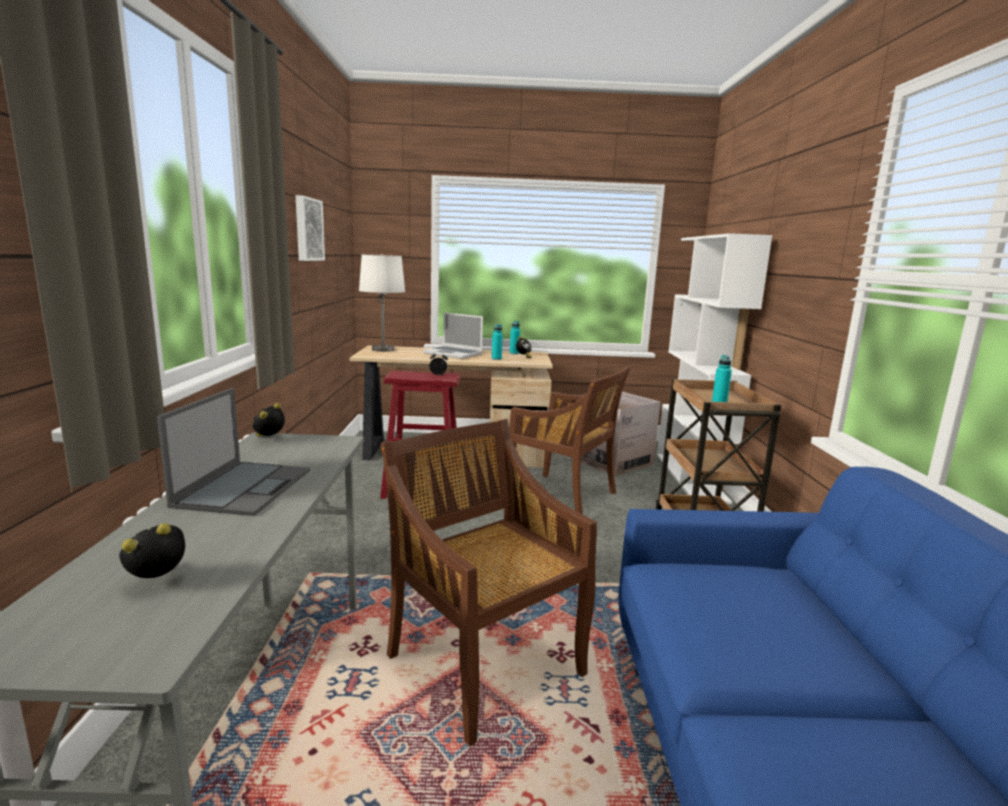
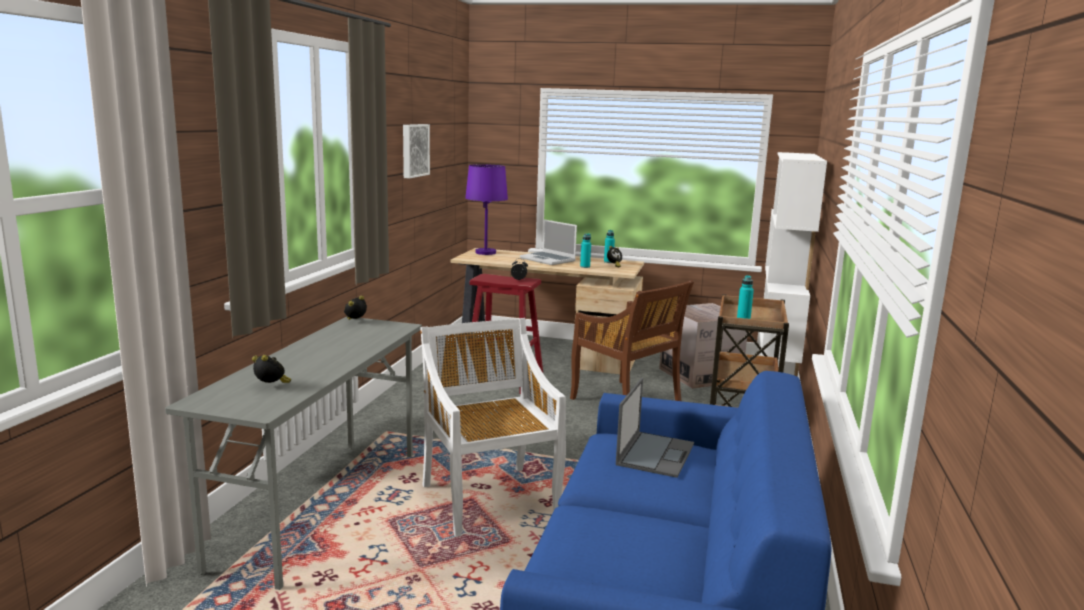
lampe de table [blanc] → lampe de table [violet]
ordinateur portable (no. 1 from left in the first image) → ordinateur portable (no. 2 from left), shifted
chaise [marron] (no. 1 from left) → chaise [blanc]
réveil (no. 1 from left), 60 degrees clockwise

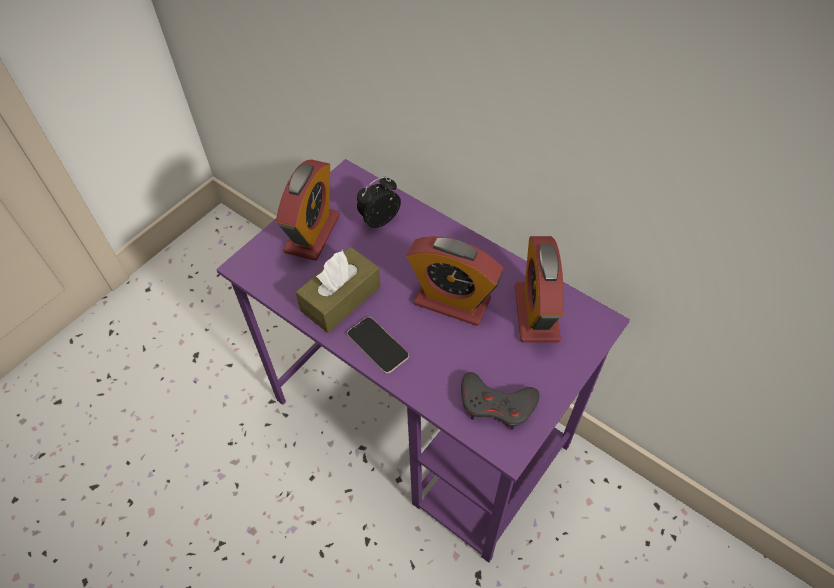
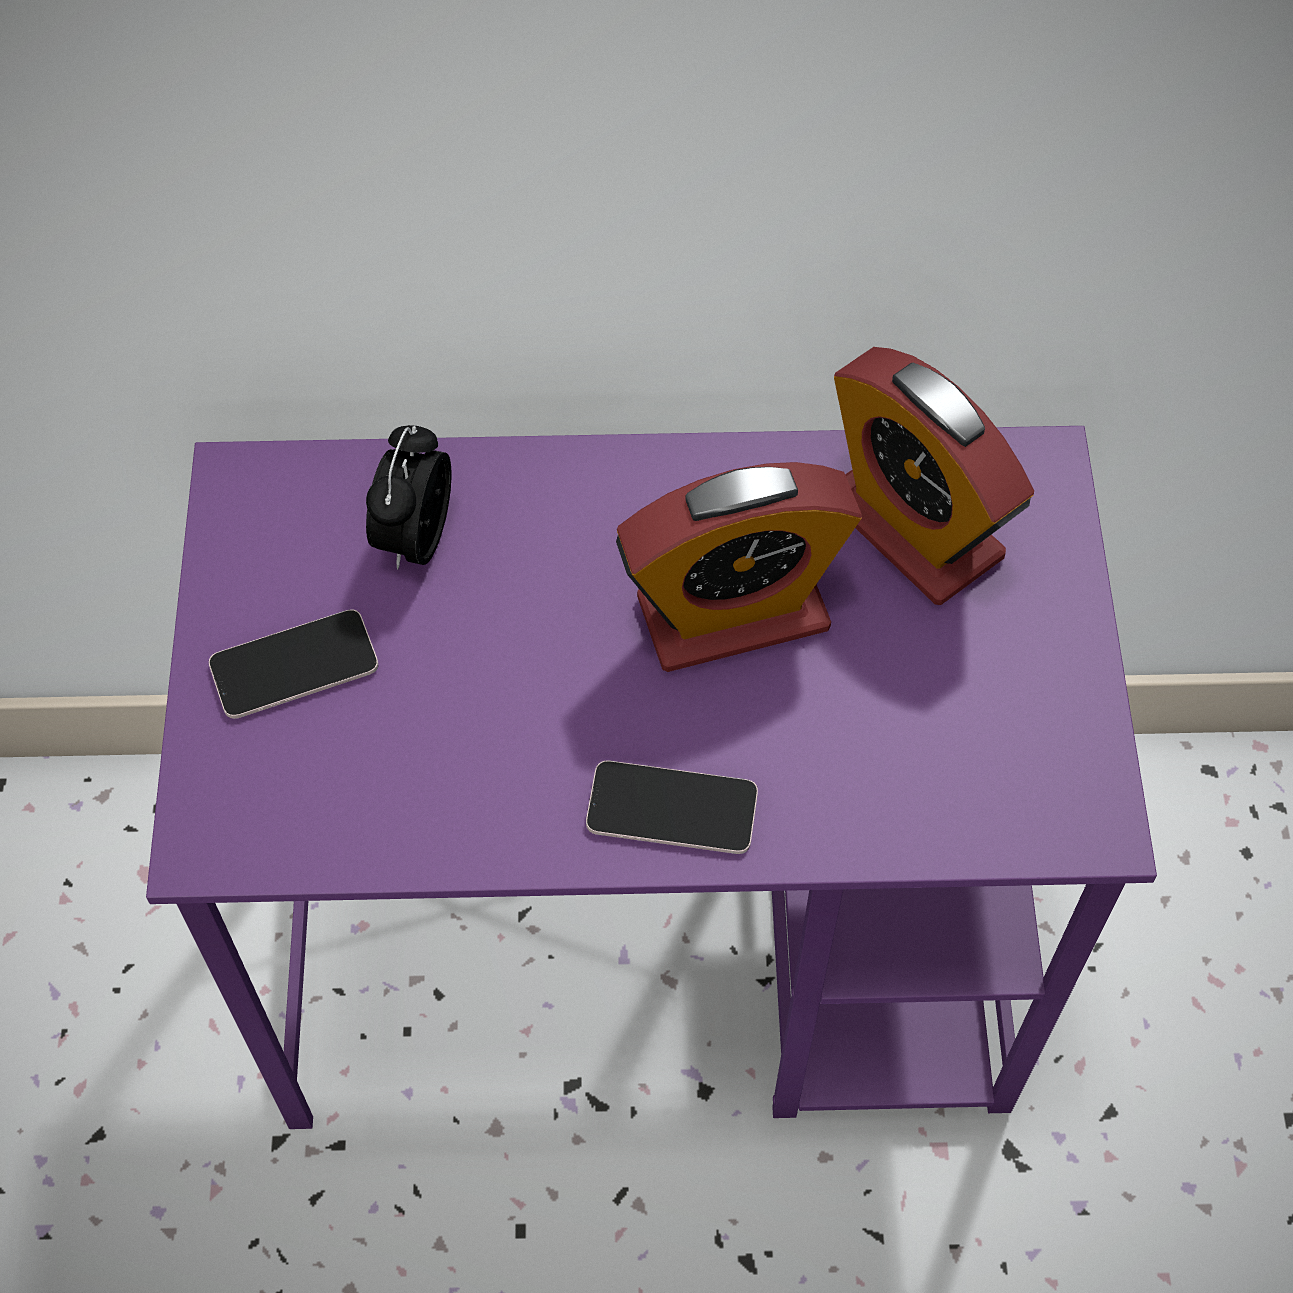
réveil (no. 1 from left) → téléphone (no. 1 from left)
boîte à mouchoirs [marron] → -
manette [gris] → -

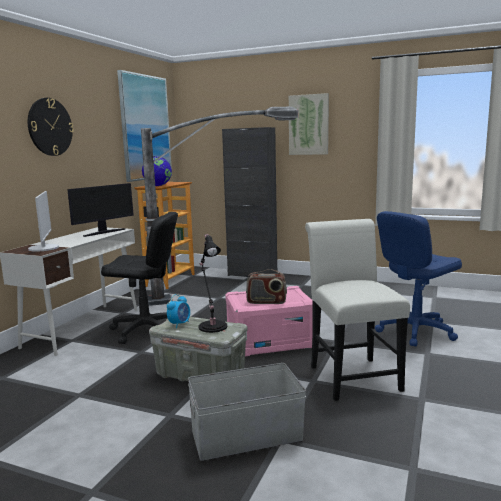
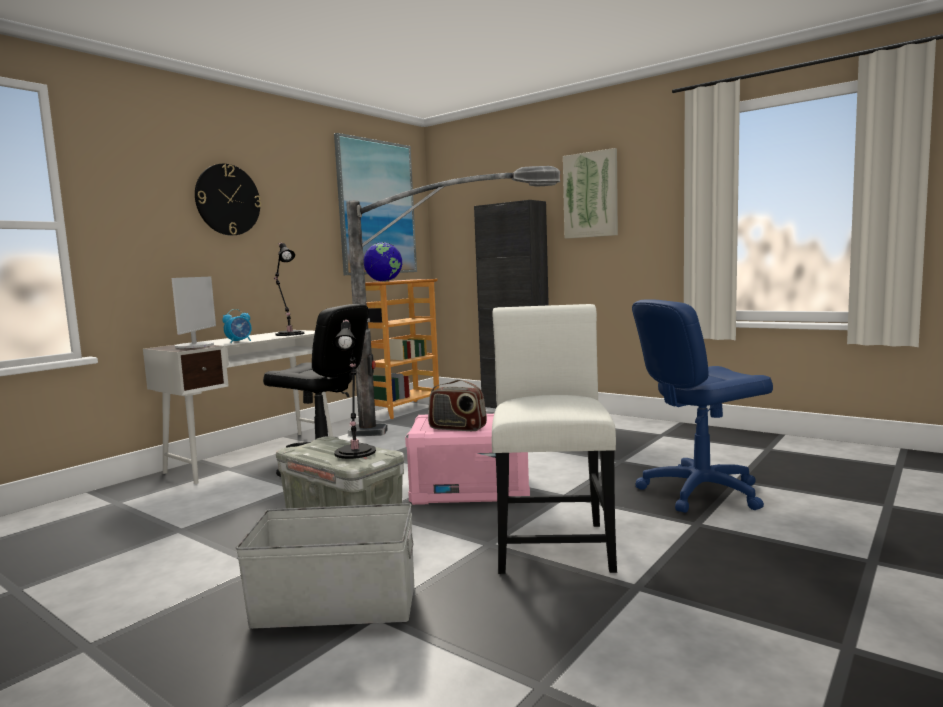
écran d'ordinateur (no. 2 from left) → lampe de table [noir] (no. 1 from left)
réveil, shifted

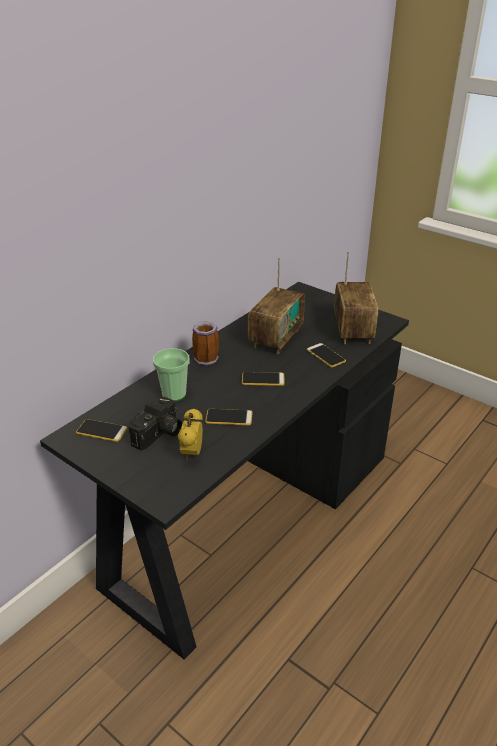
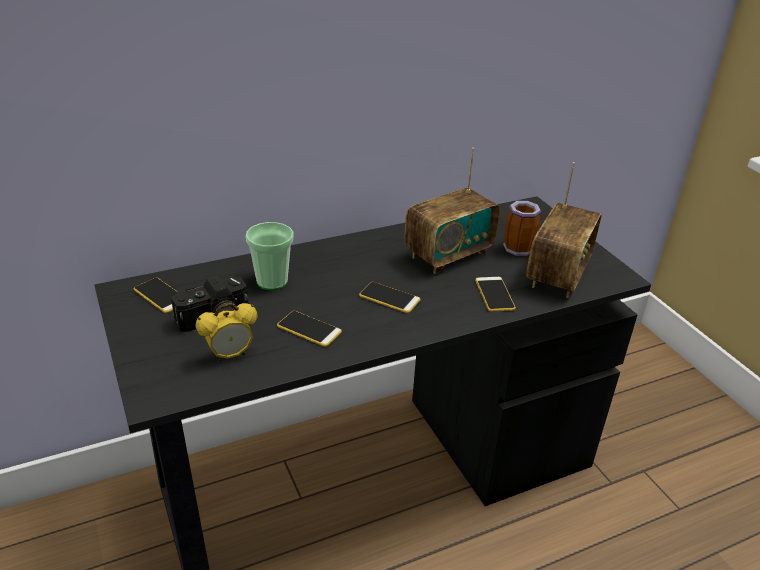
mug, shifted
réveil, 150 degrees counterclockwise

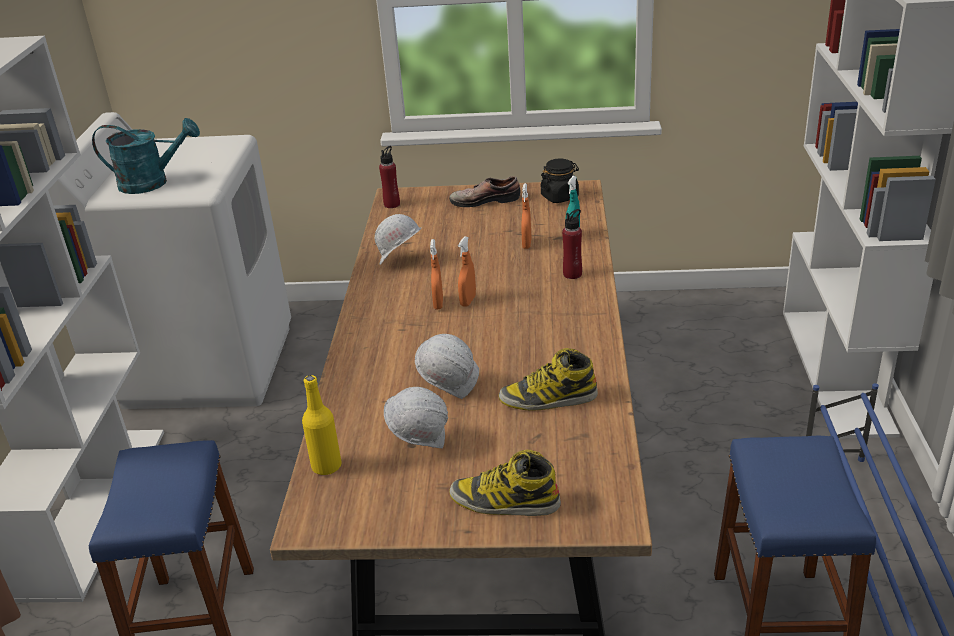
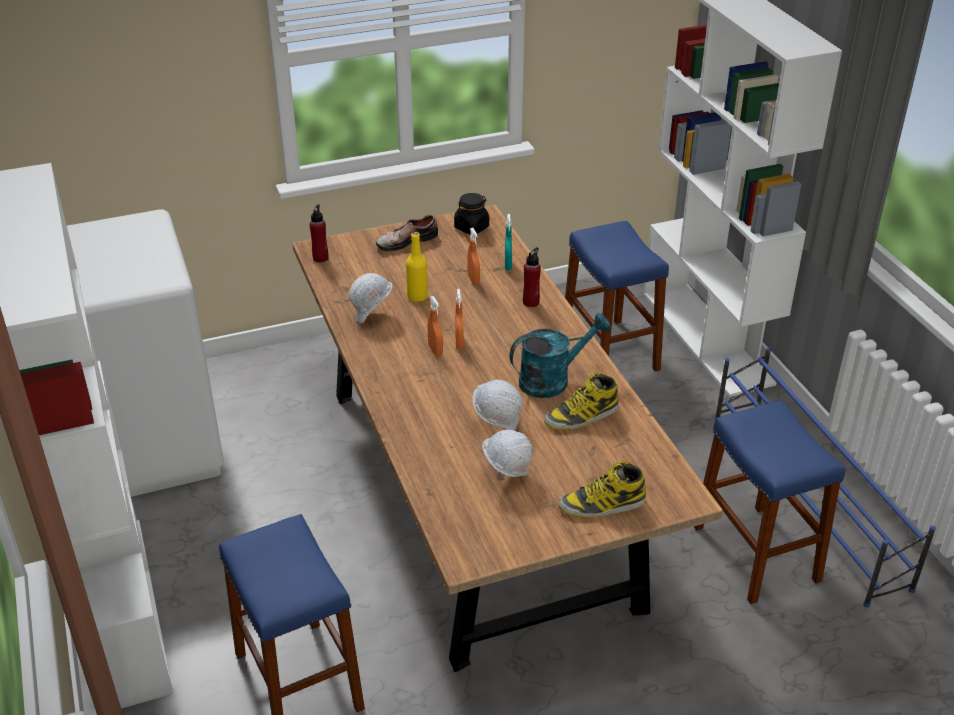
arrosoir [turquoise], shifted
bouteille [jaune], shifted
- → tabouret [bleu] (no. 2 from left)

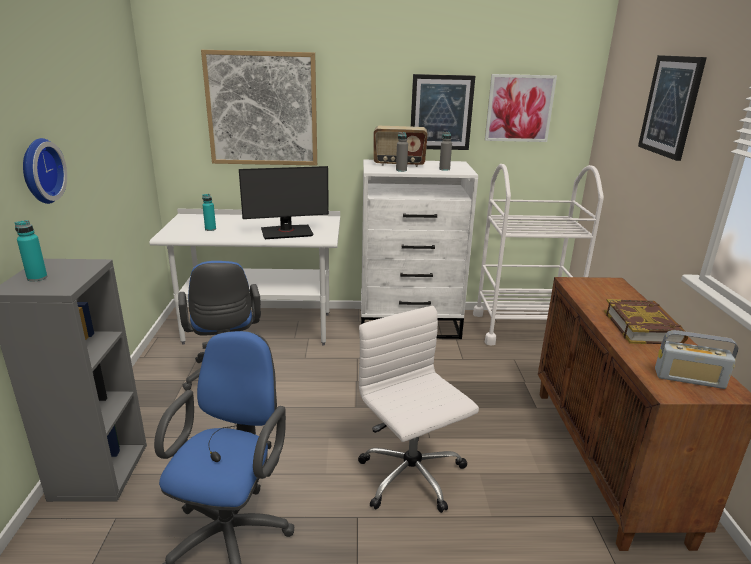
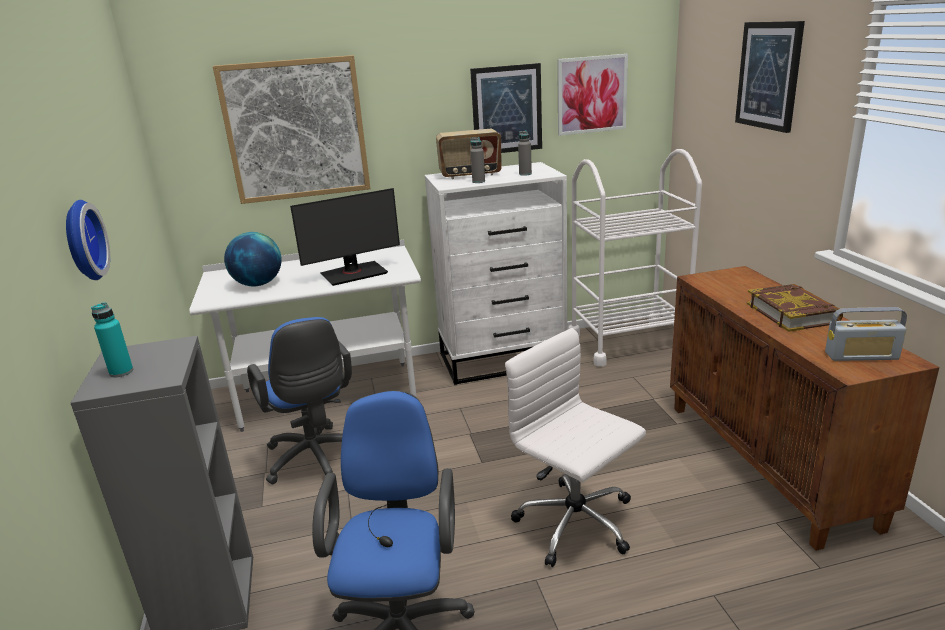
bouteille [turquoise] (no. 2 from left) → globe

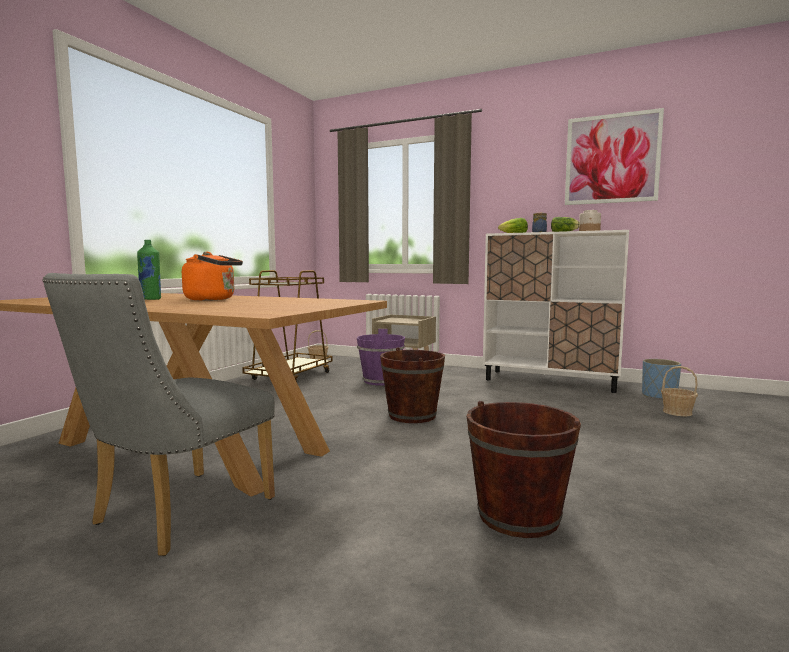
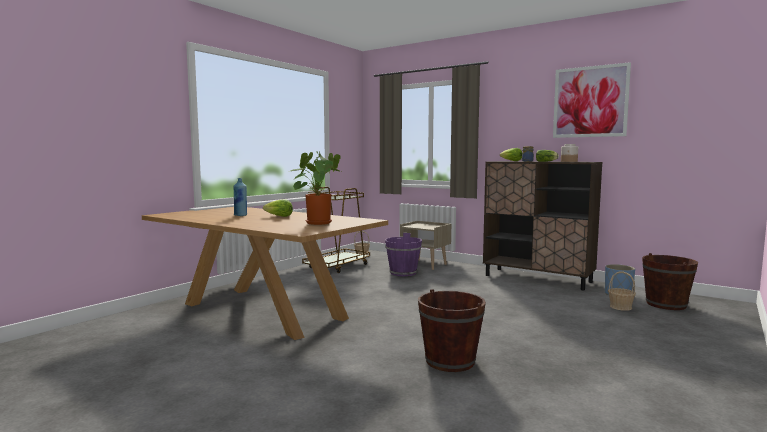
meuble de rangement [blanc] → meuble de rangement [marron]
bouteille [vert] → bouteille [bleu]
bouilloire [orange] → laitue (no. 1 from left)
chaise [gris] → -
seau [marron] (no. 1 from left in the first image) → seau [marron] (no. 2 from left), shifted
- → plante en pot

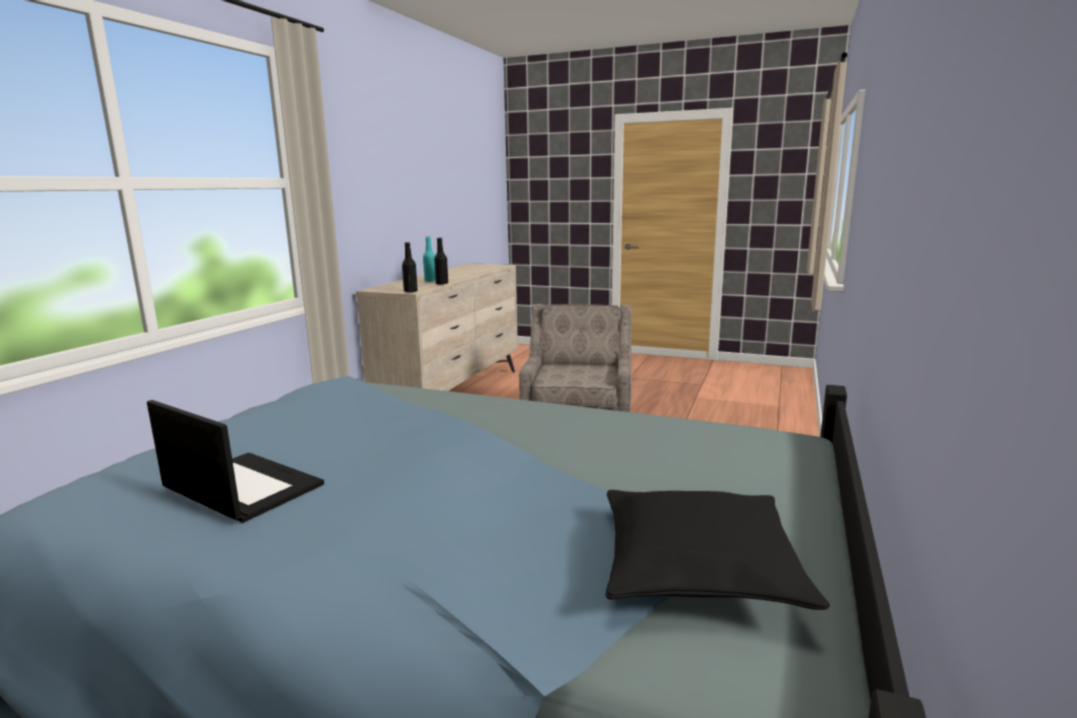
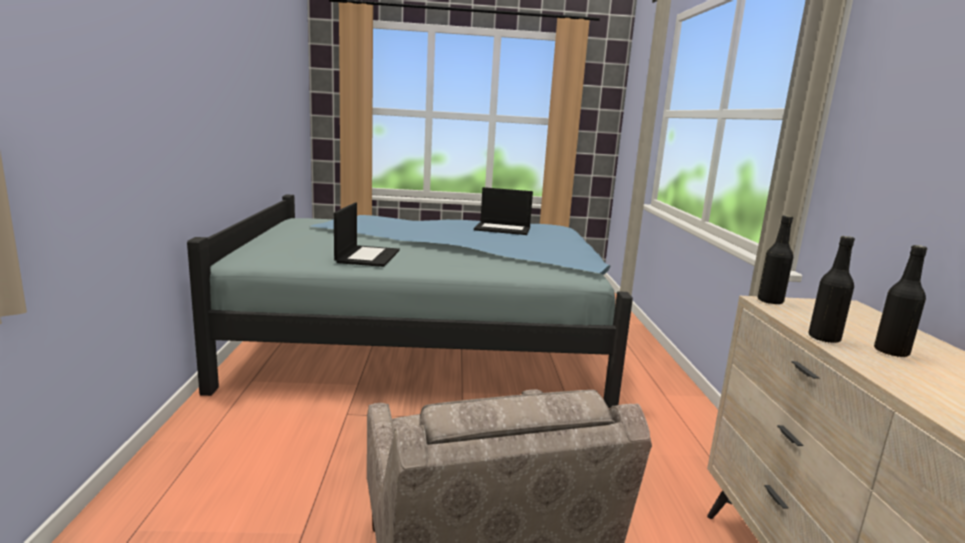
bouteille [turquoise] → bouteille [noir] (no. 3 from left)
coussin [noir] → -
- → ordinateur portable (no. 1 from left)

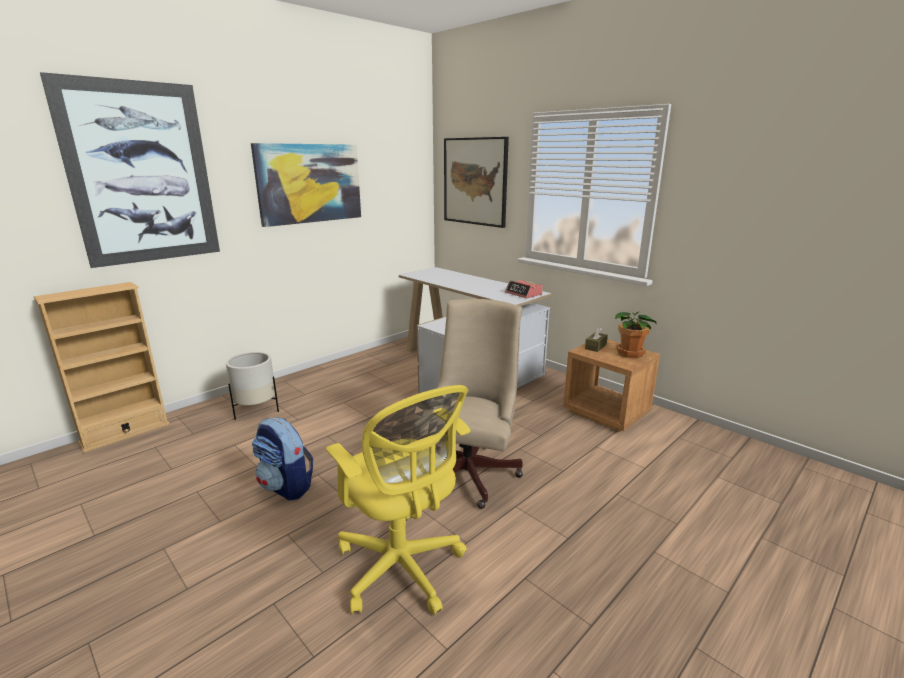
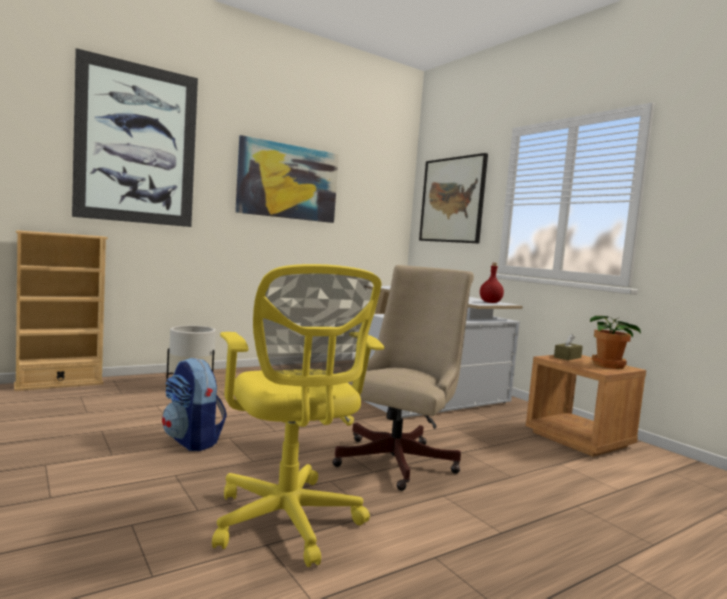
réveil → bouteille [rouge]

